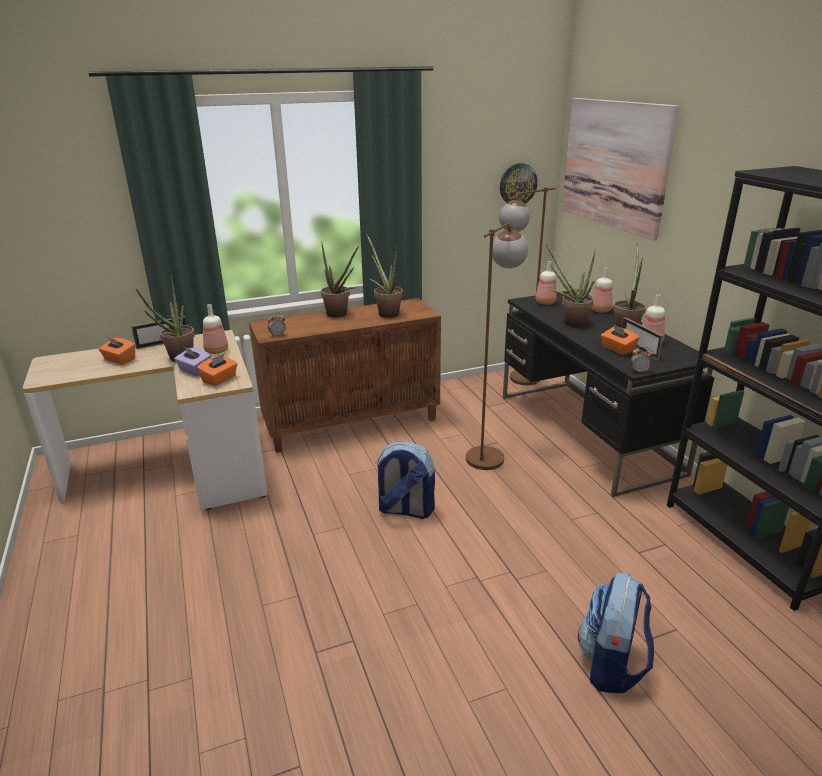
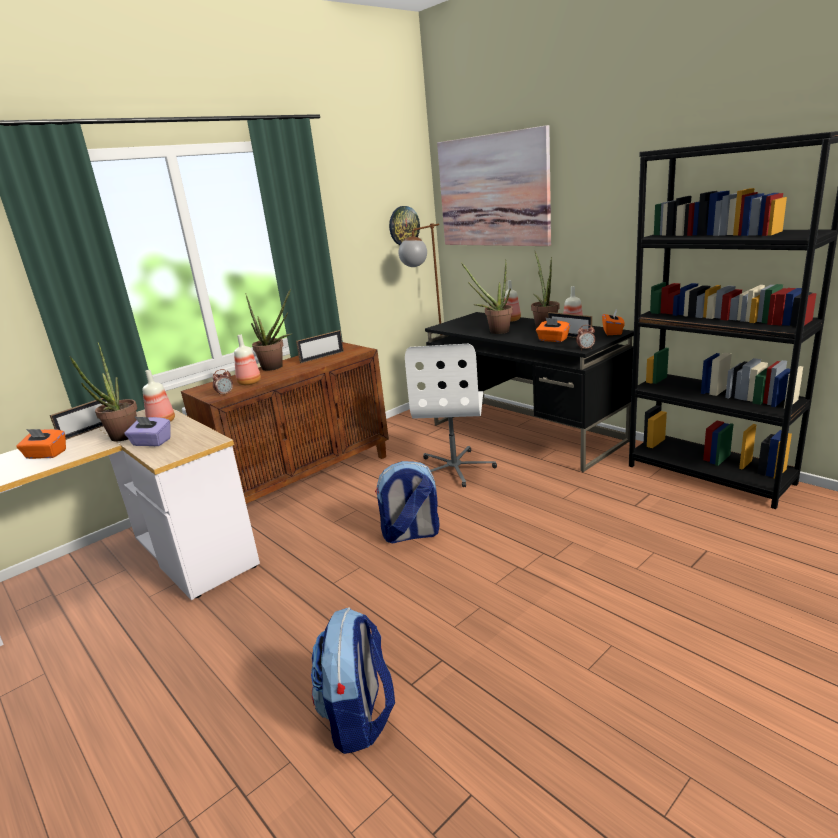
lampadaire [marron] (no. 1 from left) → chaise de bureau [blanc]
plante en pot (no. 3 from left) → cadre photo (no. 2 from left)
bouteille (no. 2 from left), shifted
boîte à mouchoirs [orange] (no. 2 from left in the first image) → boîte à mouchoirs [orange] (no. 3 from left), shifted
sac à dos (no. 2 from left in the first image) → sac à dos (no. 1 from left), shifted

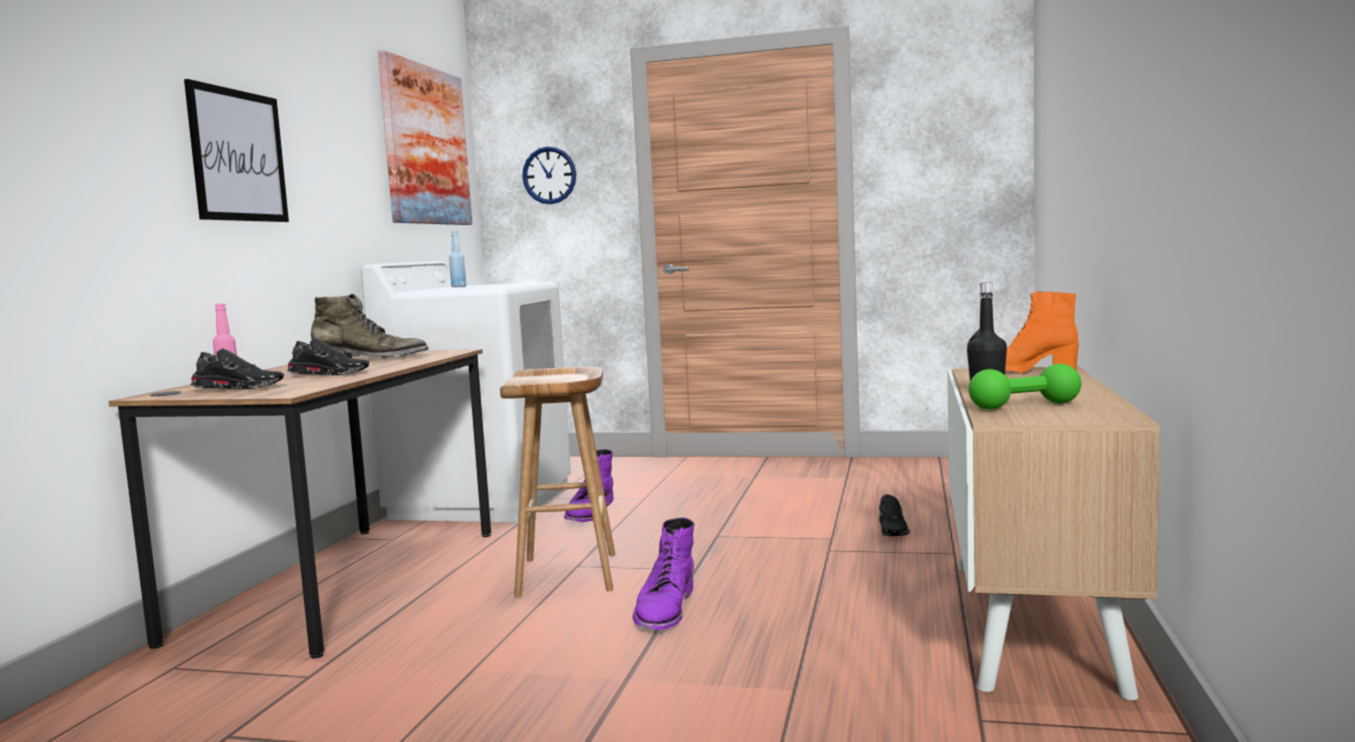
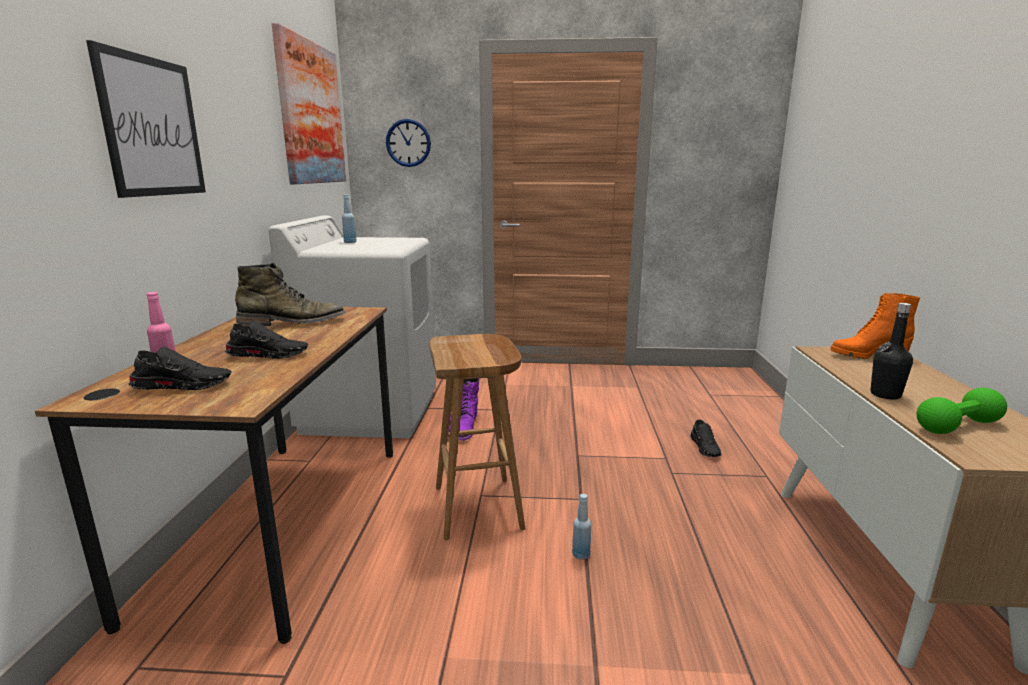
botte [violet] (no. 2 from left) → bouteille [bleu] (no. 2 from left)

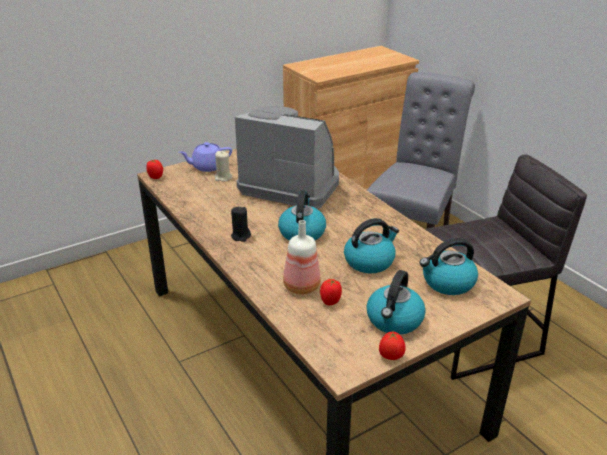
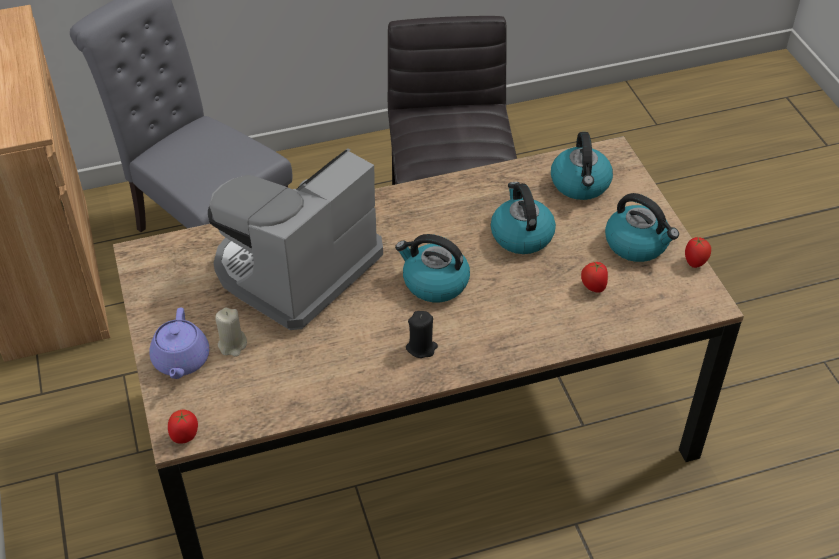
bouteille → -

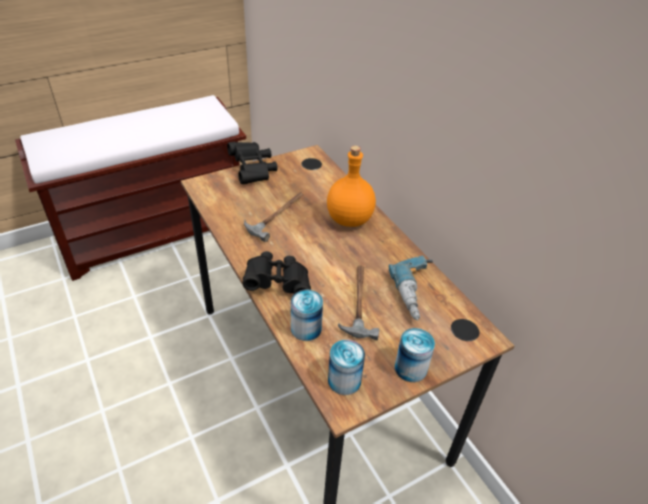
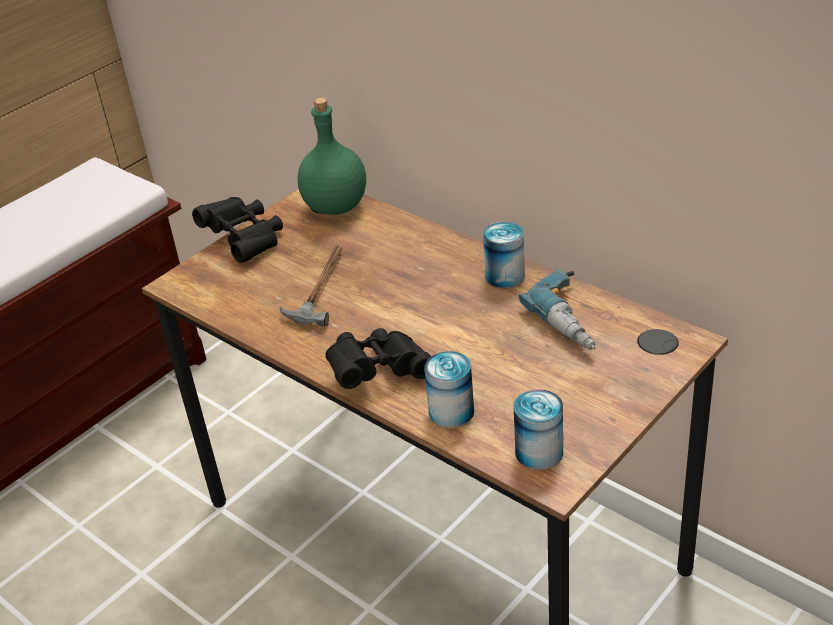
bouteille [orange] → -
marteau (no. 2 from left) → -
boîte métallique (no. 3 from left in the first image) → boîte métallique (no. 2 from left), shifted
- → bouteille [vert]

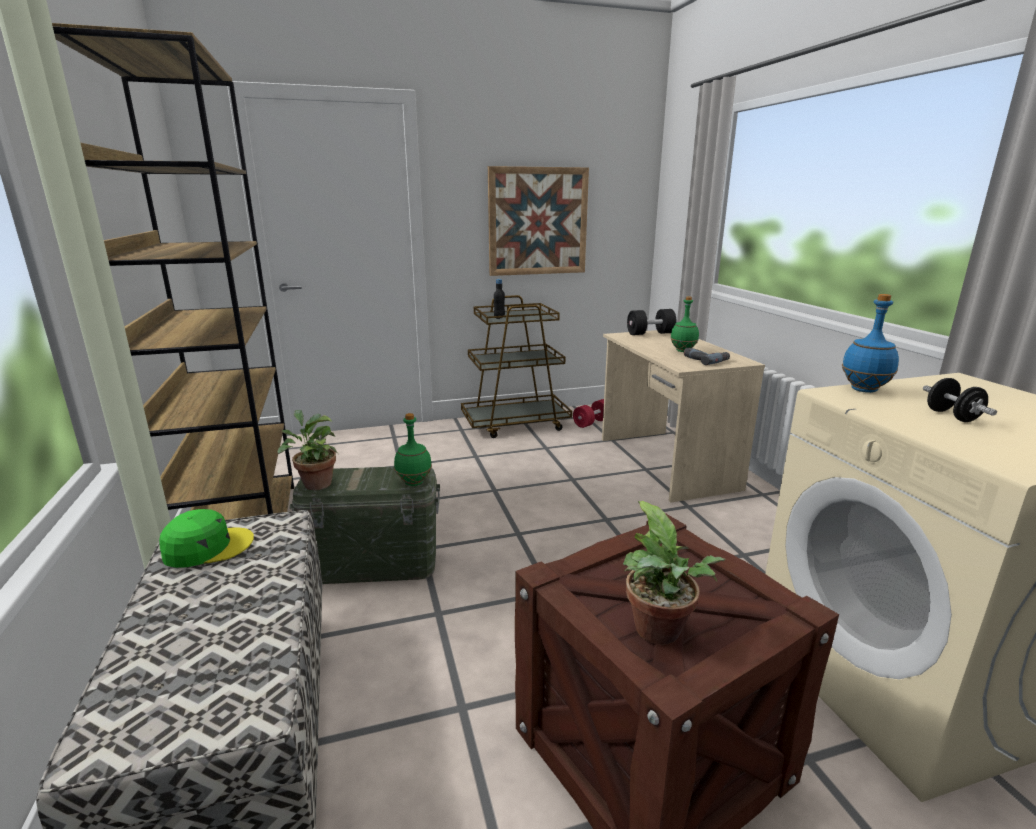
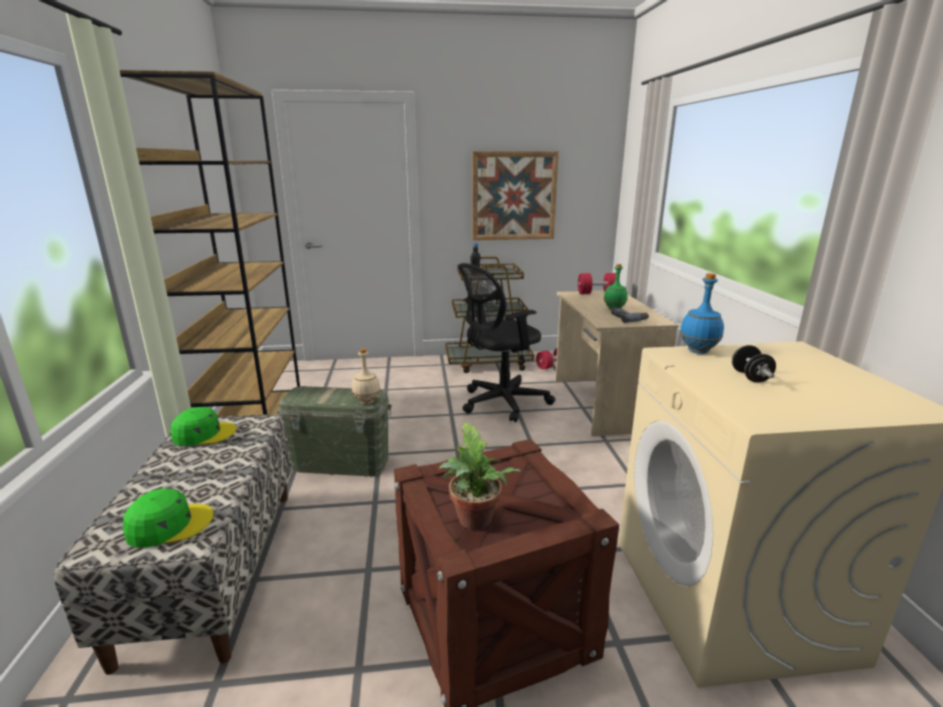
haltère [noir] (no. 1 from left) → haltère [rouge] (no. 2 from left)
plante en pot (no. 1 from left) → -
bouteille [vert] (no. 1 from left) → bouteille [beige]
- → chaise de bureau [noir]
- → casquette [vert] (no. 1 from left)

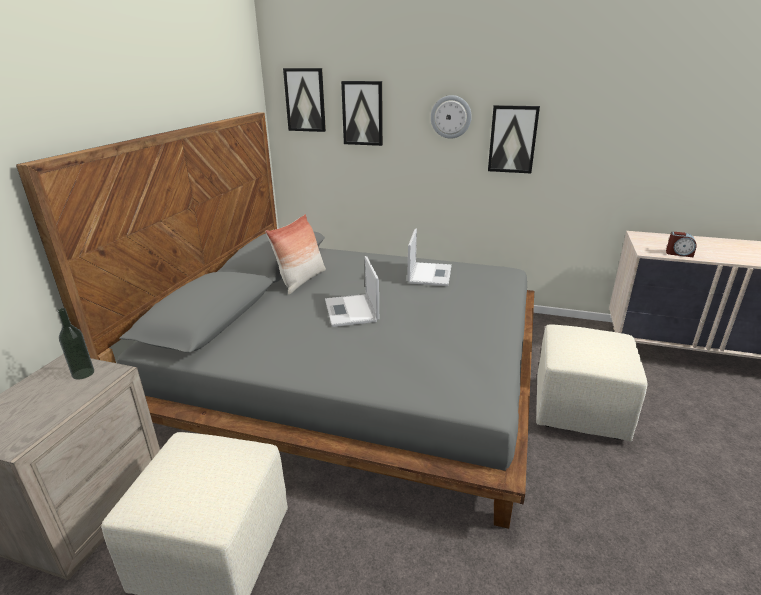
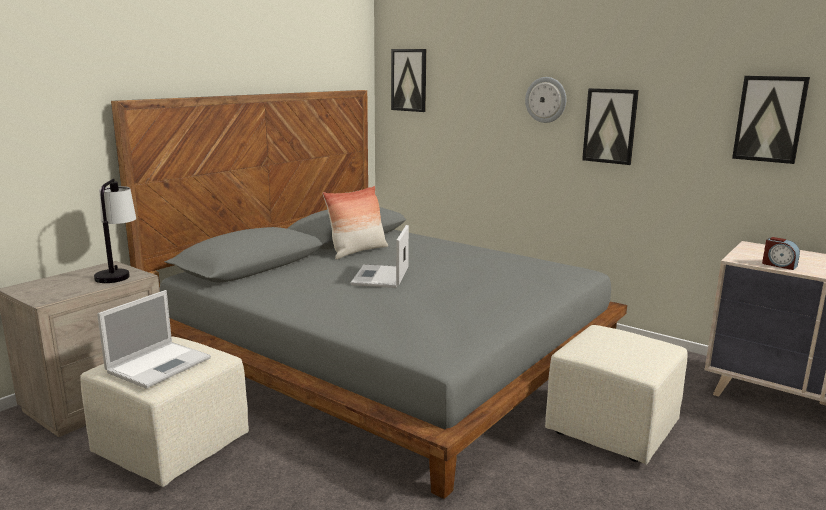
tableau (no. 2 from left in the first image) → tableau (no. 3 from left), shifted
ordinateur portable (no. 2 from left in the first image) → ordinateur portable (no. 1 from left), shifted
bouteille → lampe de table

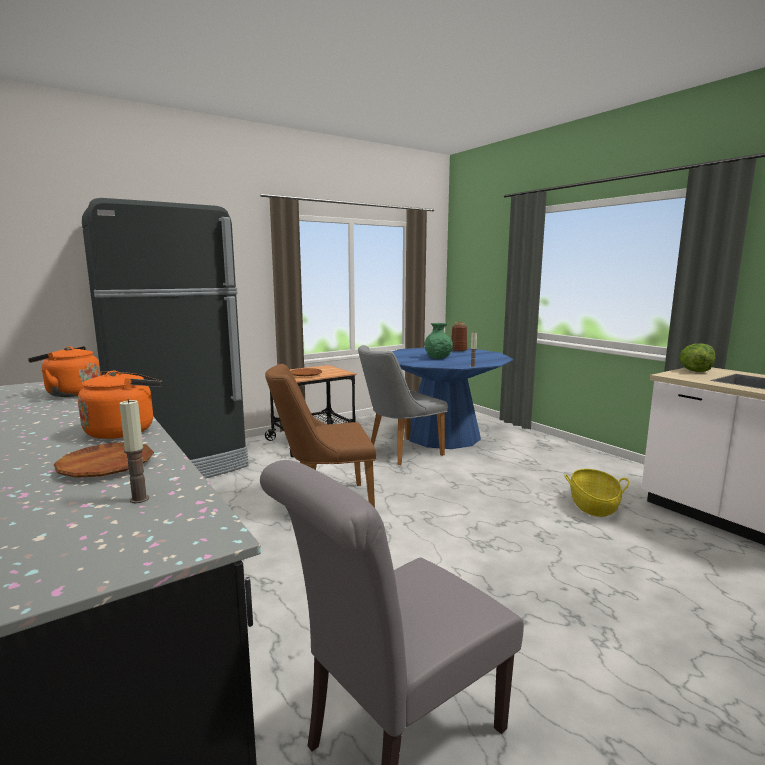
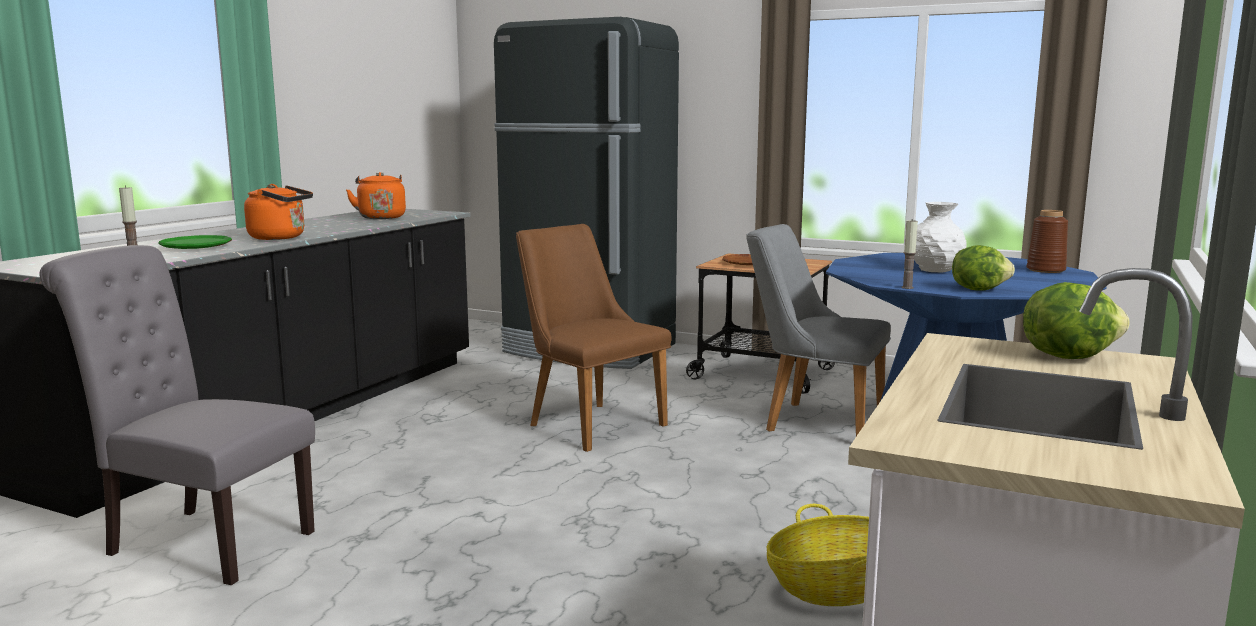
vase [vert] → vase [blanc]
assiette [marron] (no. 1 from left) → assiette [vert]
- → laitue (no. 1 from left)

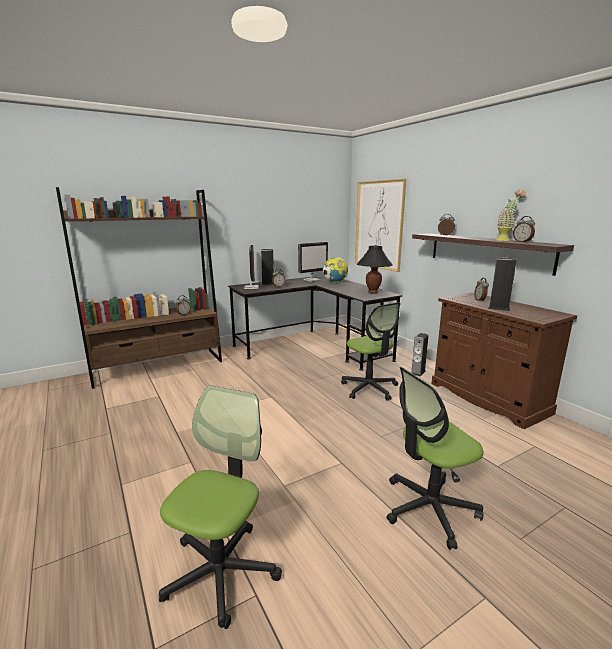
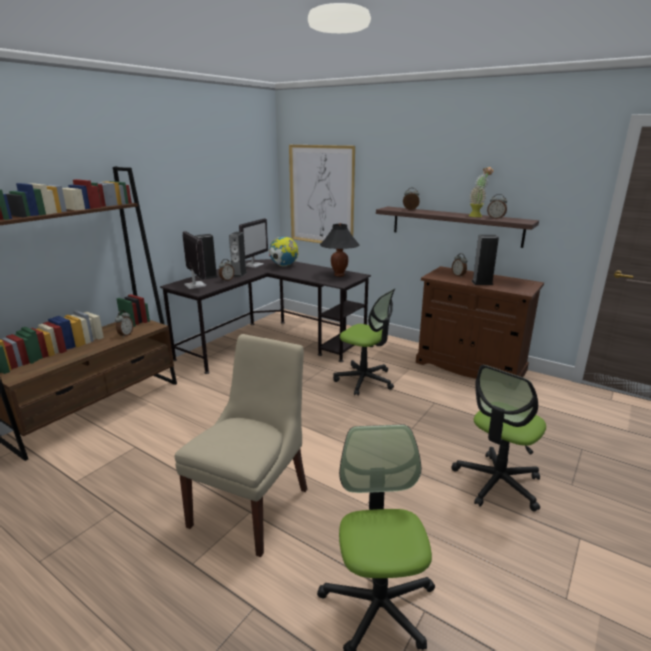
enceinte (no. 2 from left), shifted
- → chaise [beige]

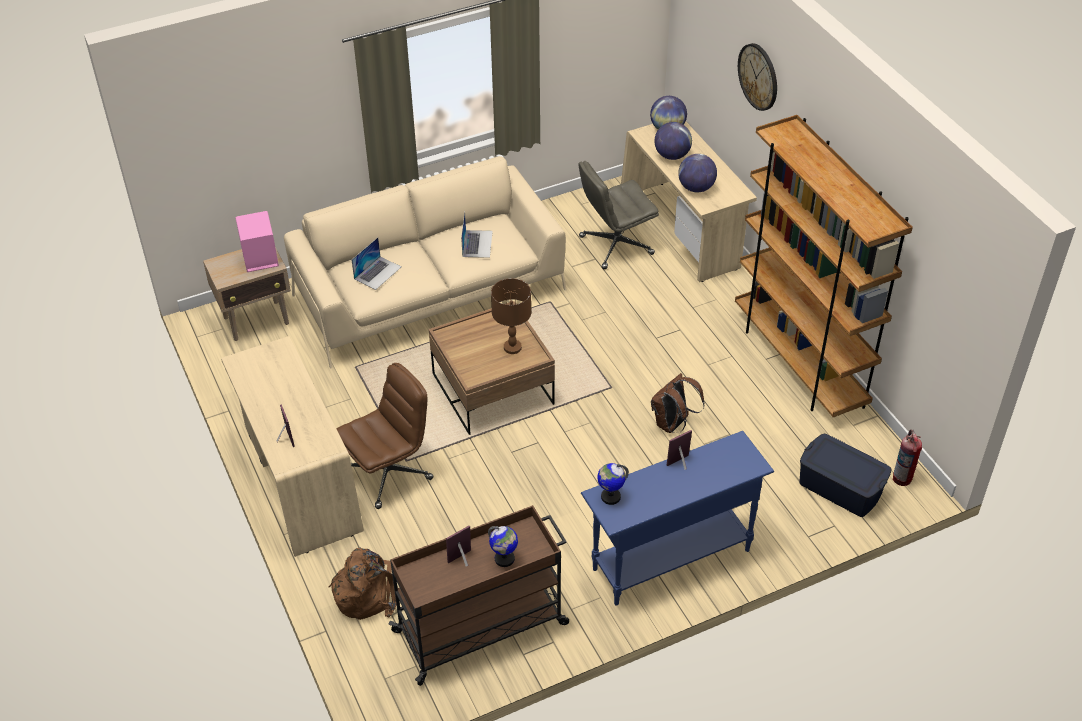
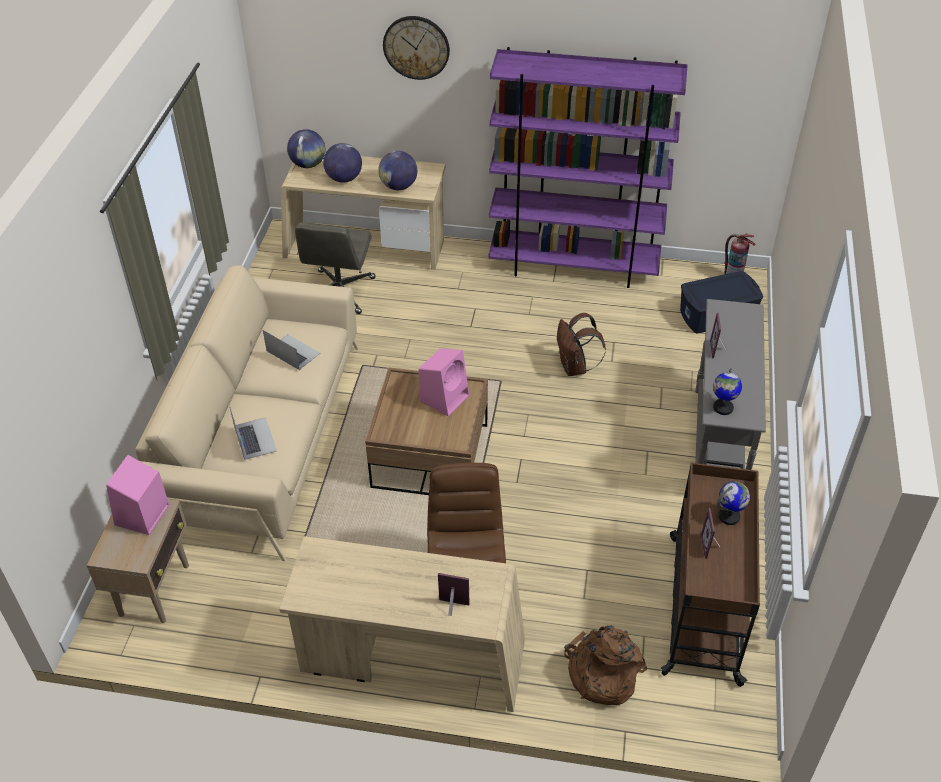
bibliothèque [marron] → bibliothèque [violet]
lampe de table [marron] → enceinte [rose] (no. 2 from left)
table console [bleu] → table console [gris]

